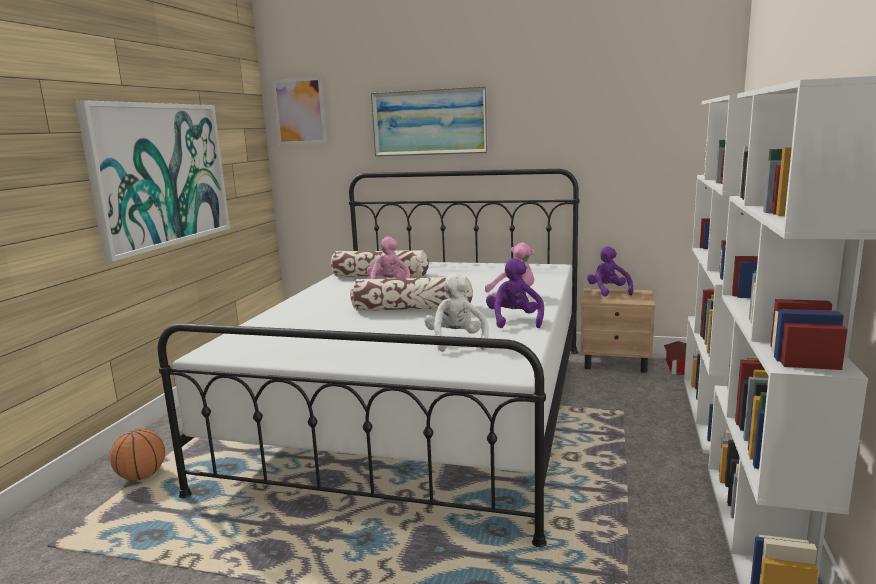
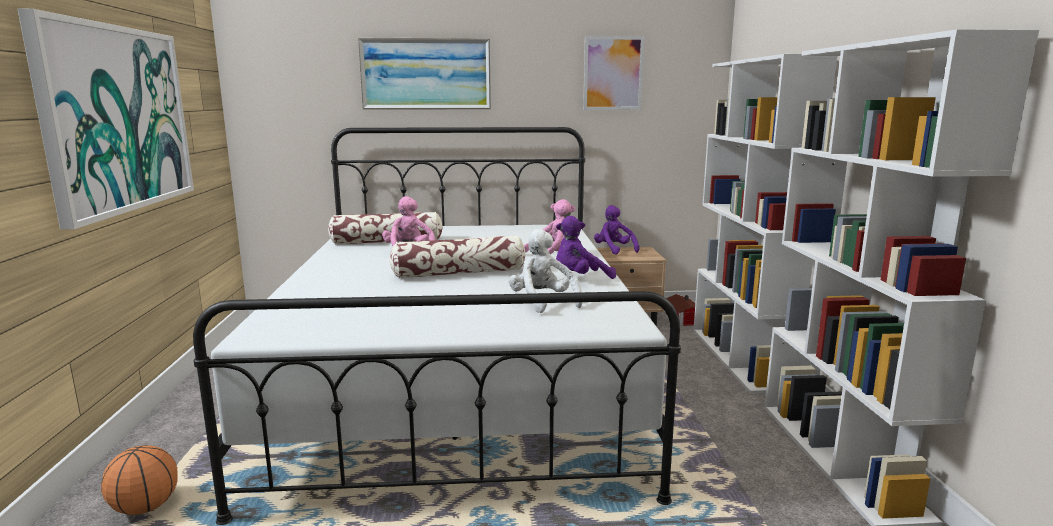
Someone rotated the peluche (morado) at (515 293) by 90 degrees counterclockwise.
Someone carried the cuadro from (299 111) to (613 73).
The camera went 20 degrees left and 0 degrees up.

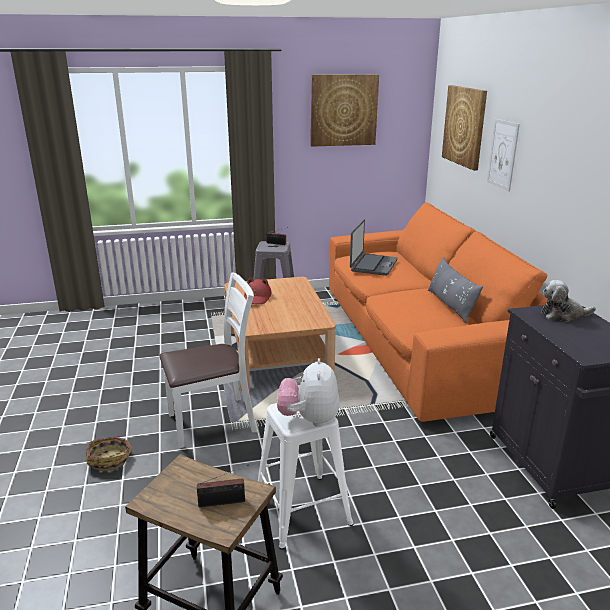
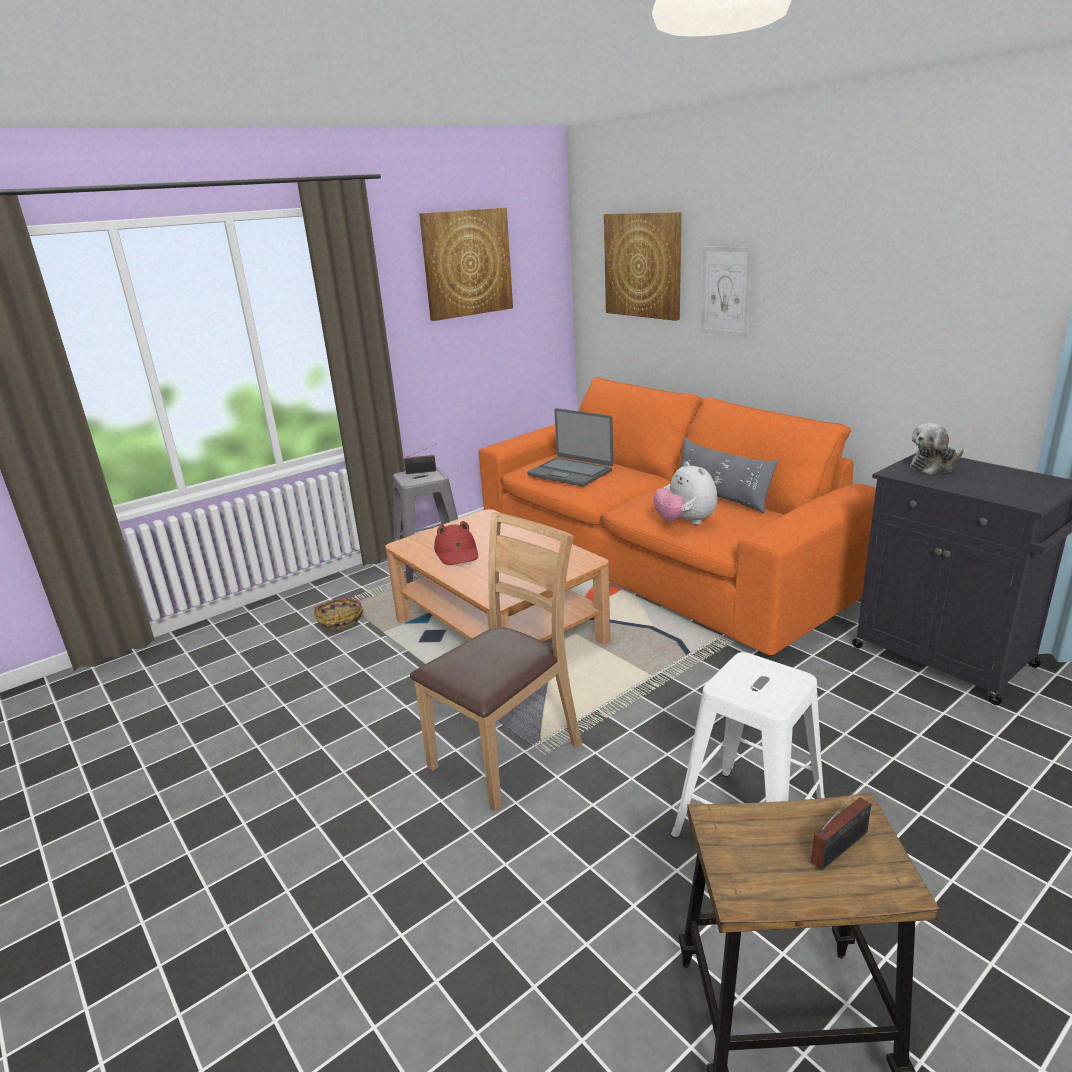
Someone carried the cesta from (108 454) to (338 614).
Someone repainted the silla (blanco) at (208 360), which became the silla (marrón) at (496 662).
Someone rotated the portátil at (374 247) by 135 degrees clockwise.
Someone carried the peluche from (308 392) to (685 493).
The camera went 25 degrees left and 0 degrees up.

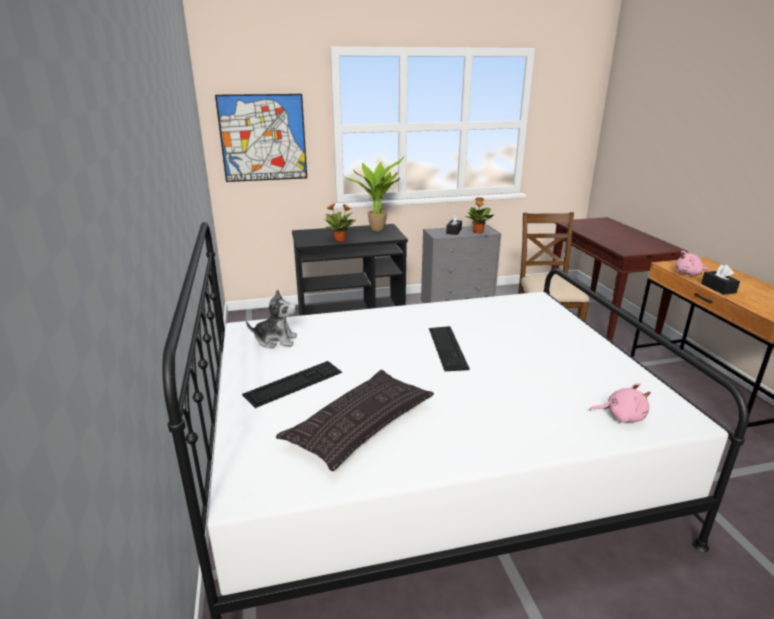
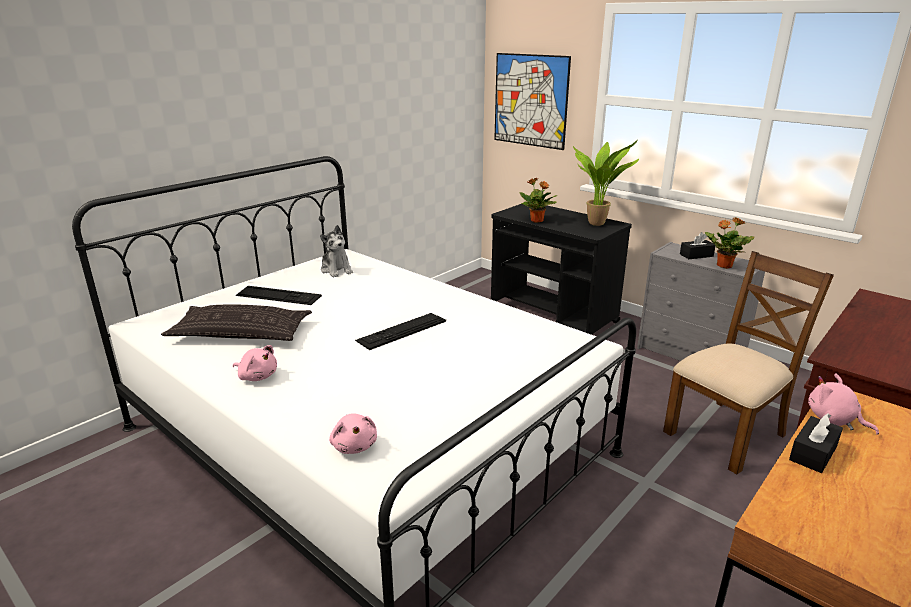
Someone put down the peluche (rosa) at (255 363).
The camera went 55 degrees right and 0 degrees up.

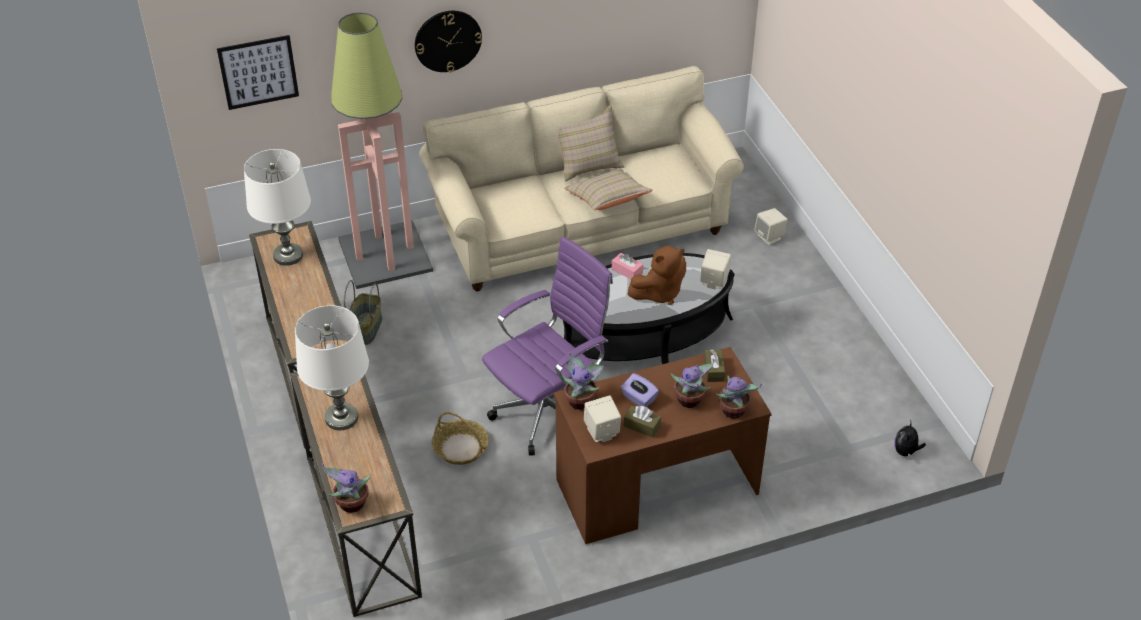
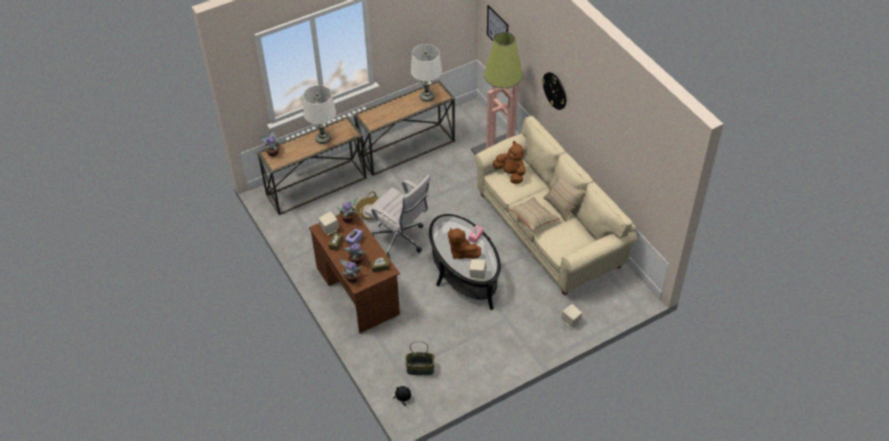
Someone repainted the silla de oficina (morado) at (547 346), which became the silla de oficina (blanco) at (398 217).
Someone carried the cesta from (363 312) to (419 358).
Someone put down the peluche (marrón) at (509 162).
The camera went 80 degrees right and 5 degrees up.

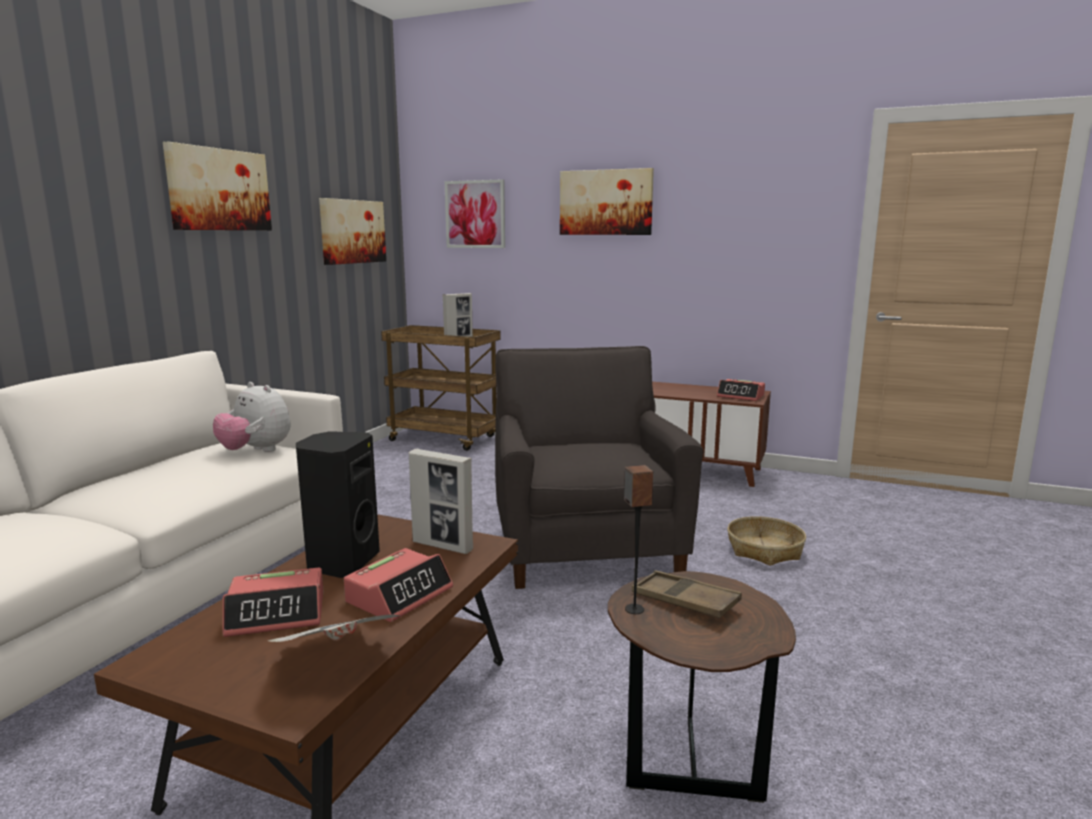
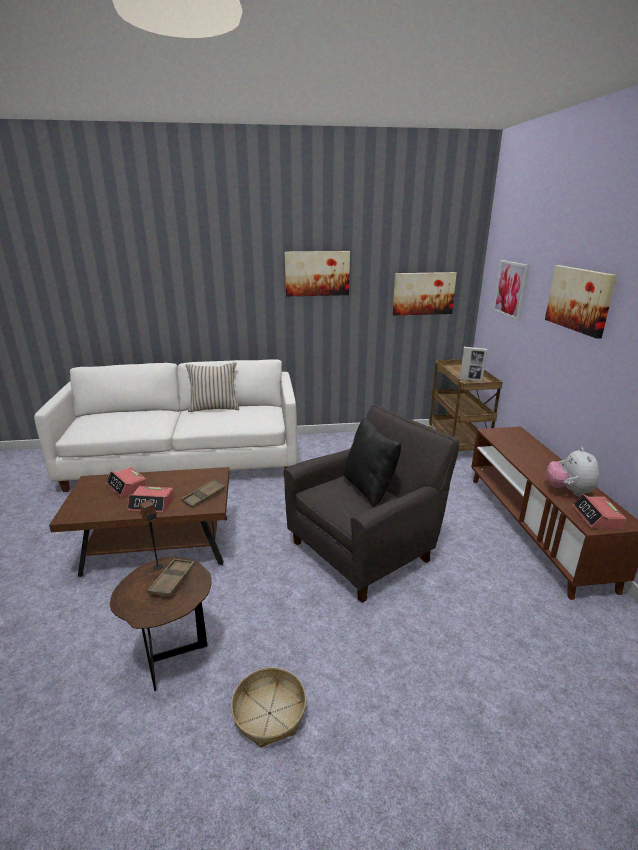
Someone swapped the portarretratos at (441 501) for the bandeja (marrón) at (203 494).
Someone put down the cojín (beis) at (212 387).
Someone carried the cesta from (766 541) to (268 707).
Someone put down the cojín (negro) at (372 462).
Someone carried the peluche from (252 417) to (572 471).
Someone took away the periódico at (334 628).
Someone took away the altavoz (negro) at (338 504).
The camera went 60 degrees right and 10 degrees up.

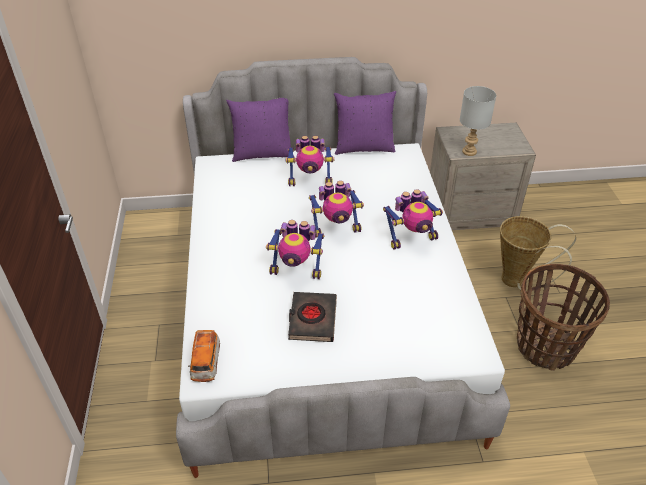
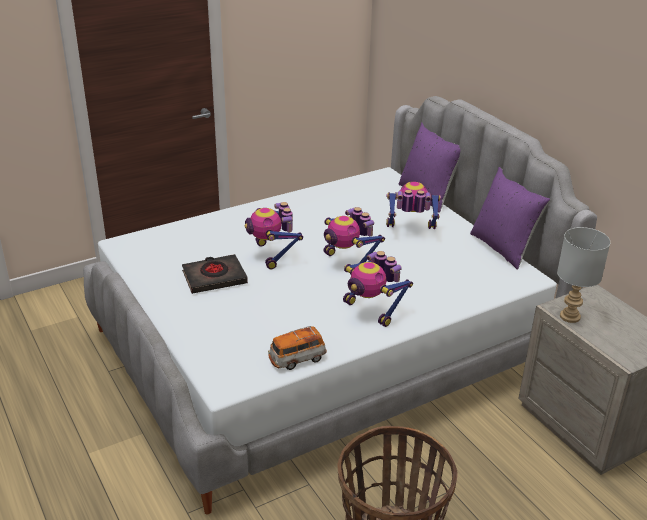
Someone carried the coche de juguete from (204 356) to (297 348).
Someone rotated the robot de juguete at (309 161) by 120 degrees clockwise.
Someone took away the cesta at (538 253).
The camera went 65 degrees right and 10 degrees down.

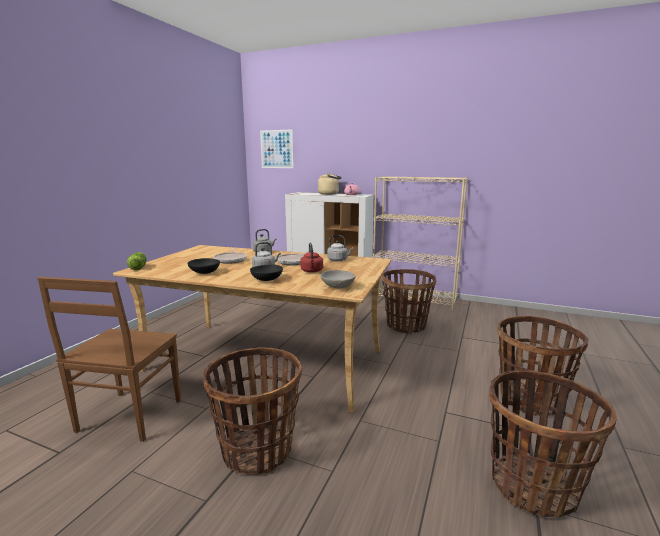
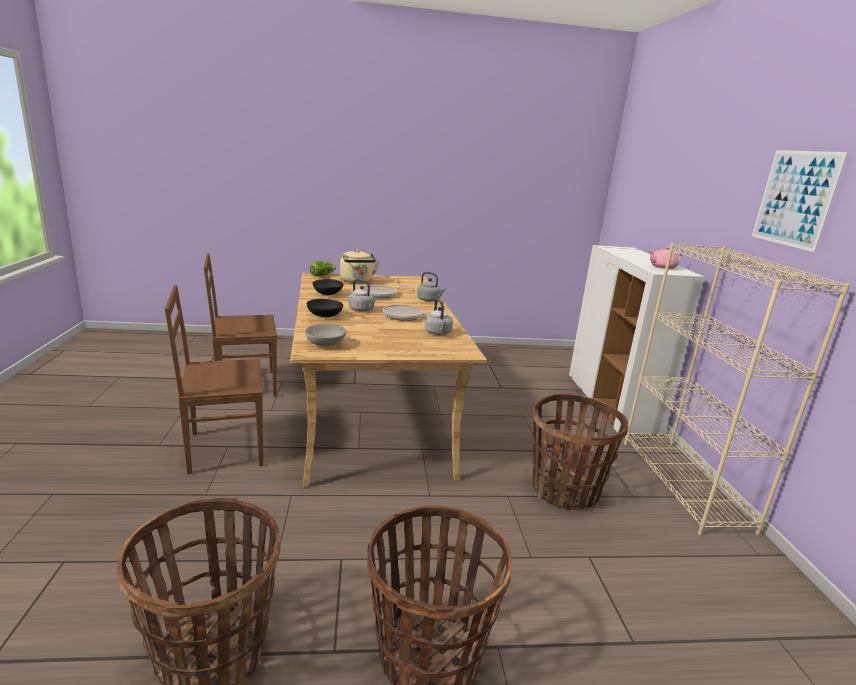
Someone swapped the cesta at (252 411) for the silla (marrón) at (214 379).
Someone carried the hervidor (beis) from (330 184) to (360 267).
Someone carried the cuadro from (277 148) to (800 201).
Someone took away the hervidor (rojo) at (311 258).
The camera went 60 degrees right and 5 degrees up.

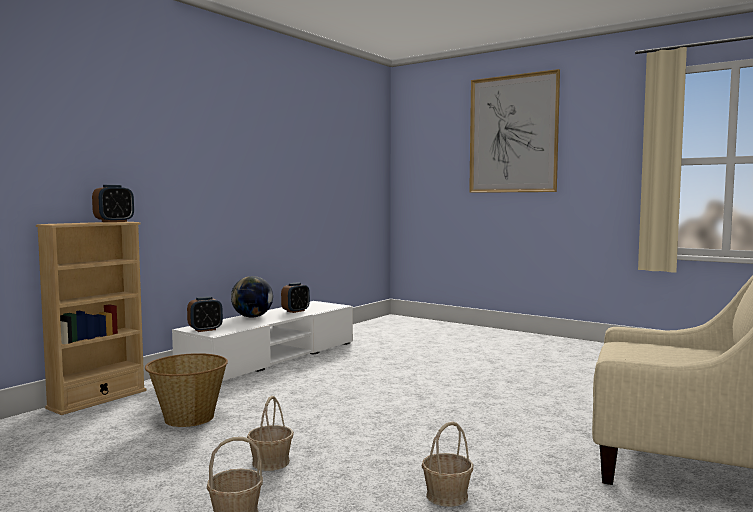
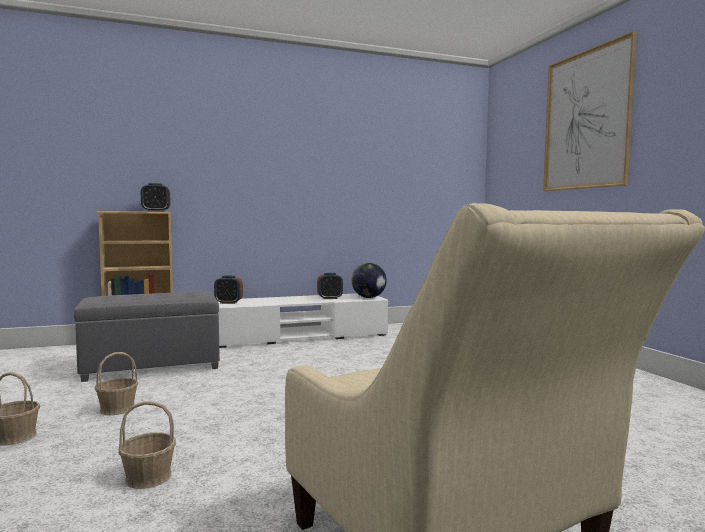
Someone swapped the cesta at (186 390) for the puf (gris) at (147 337).
Someone carried the globo terráqueo from (252 297) to (369 280).
The camera went 35 degrees right and 0 degrees up.

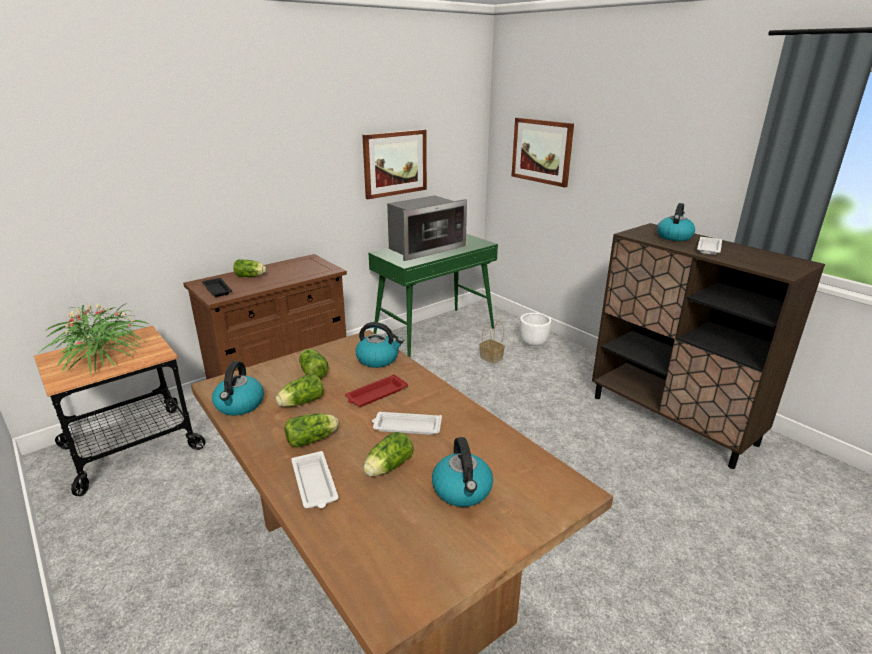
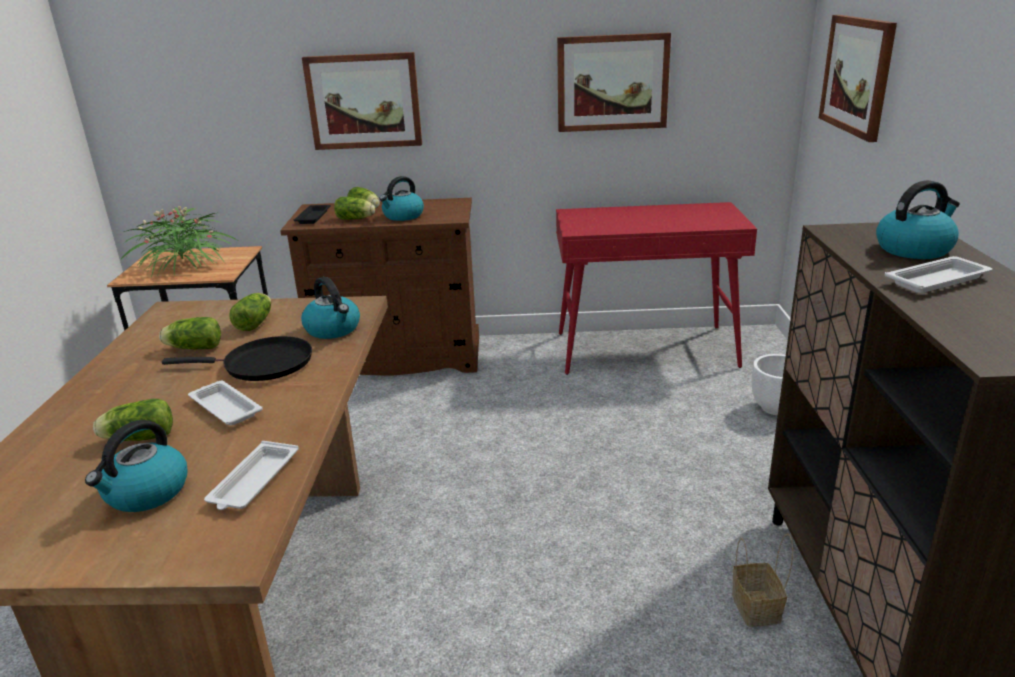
Someone swapped the bandeja (rojo) at (376 390) for the sartén (negro) at (237 358).
Someone carried the bandeja (blanco) from (314 479) to (251 475).
Someone put up the cuadro at (362 101).
Someone carried the lechuga from (311 430) to (354 208).
Someone carried the hervidor from (238 388) to (401 198).
Someone repainted the mesa consola (verde) at (433 296), which became the mesa consola (rojo) at (656 288).
Someone carried the cesta from (492 342) to (762 580).
Someone took away the microondas at (427 228).
The camera went 40 degrees right and 0 degrees up.

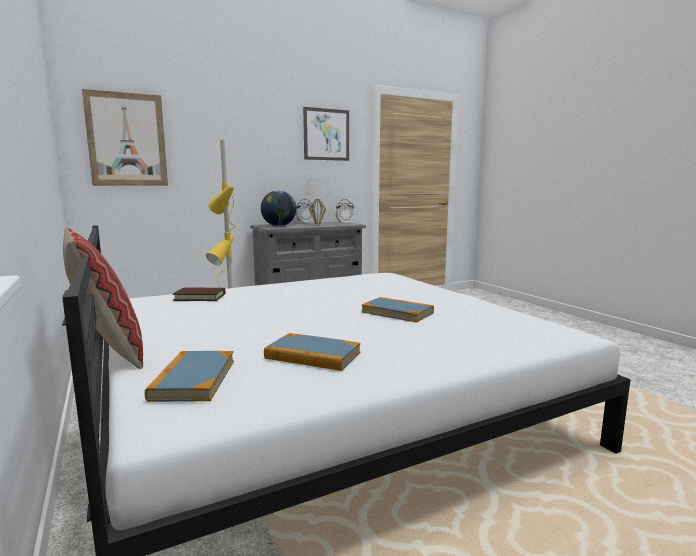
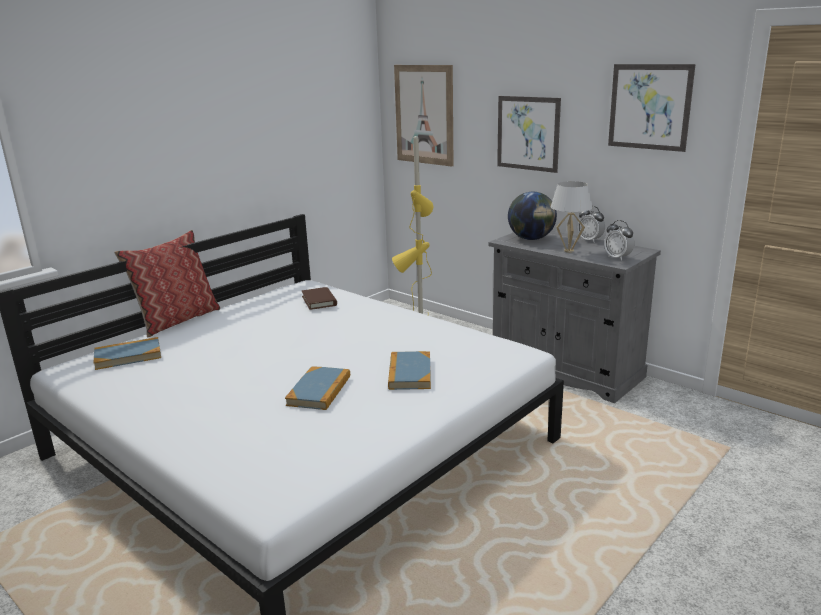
Someone carried the libro from (312 352) to (409 370).
Someone put up the cuadro at (529 134).
The camera went 70 degrees right and 10 degrees up.

